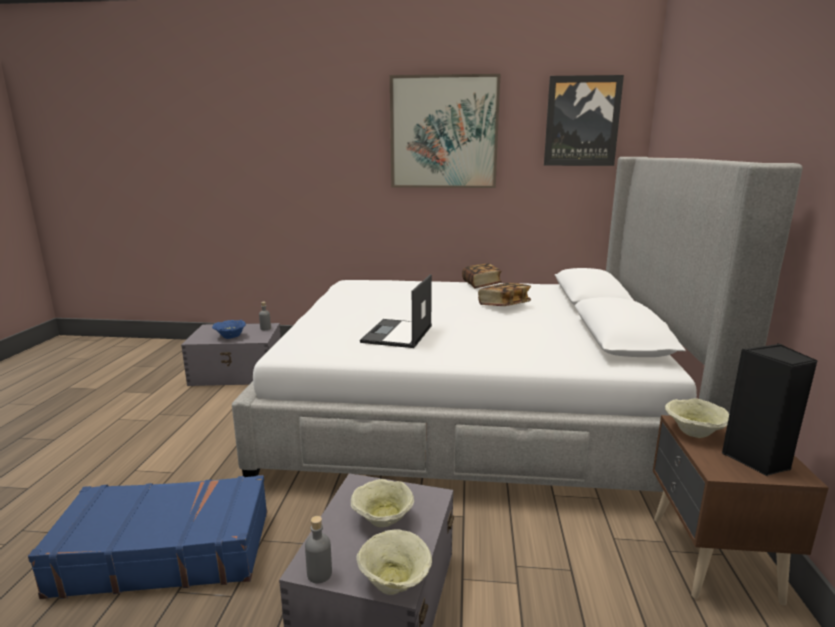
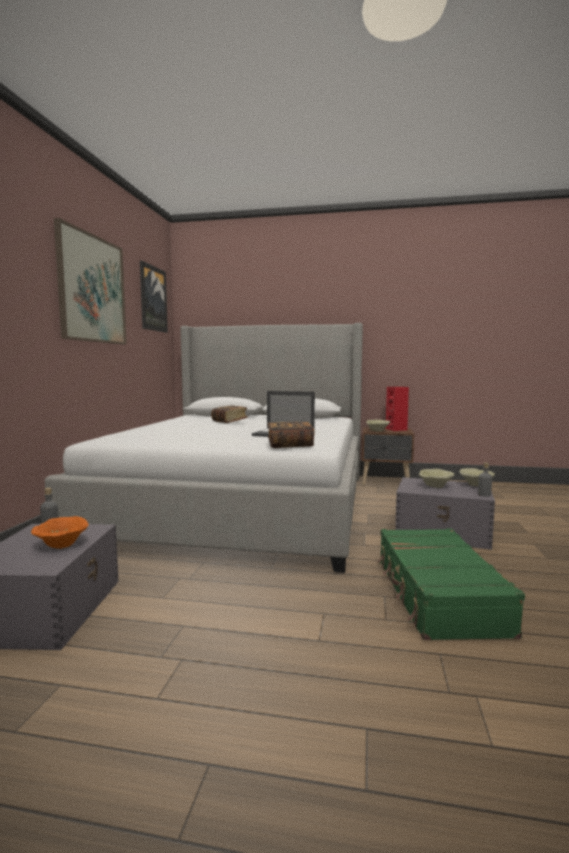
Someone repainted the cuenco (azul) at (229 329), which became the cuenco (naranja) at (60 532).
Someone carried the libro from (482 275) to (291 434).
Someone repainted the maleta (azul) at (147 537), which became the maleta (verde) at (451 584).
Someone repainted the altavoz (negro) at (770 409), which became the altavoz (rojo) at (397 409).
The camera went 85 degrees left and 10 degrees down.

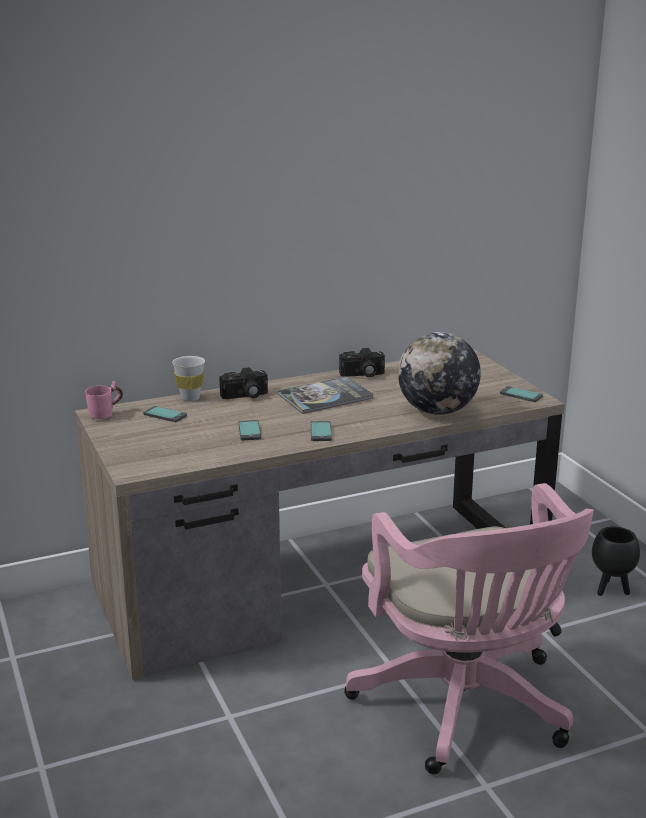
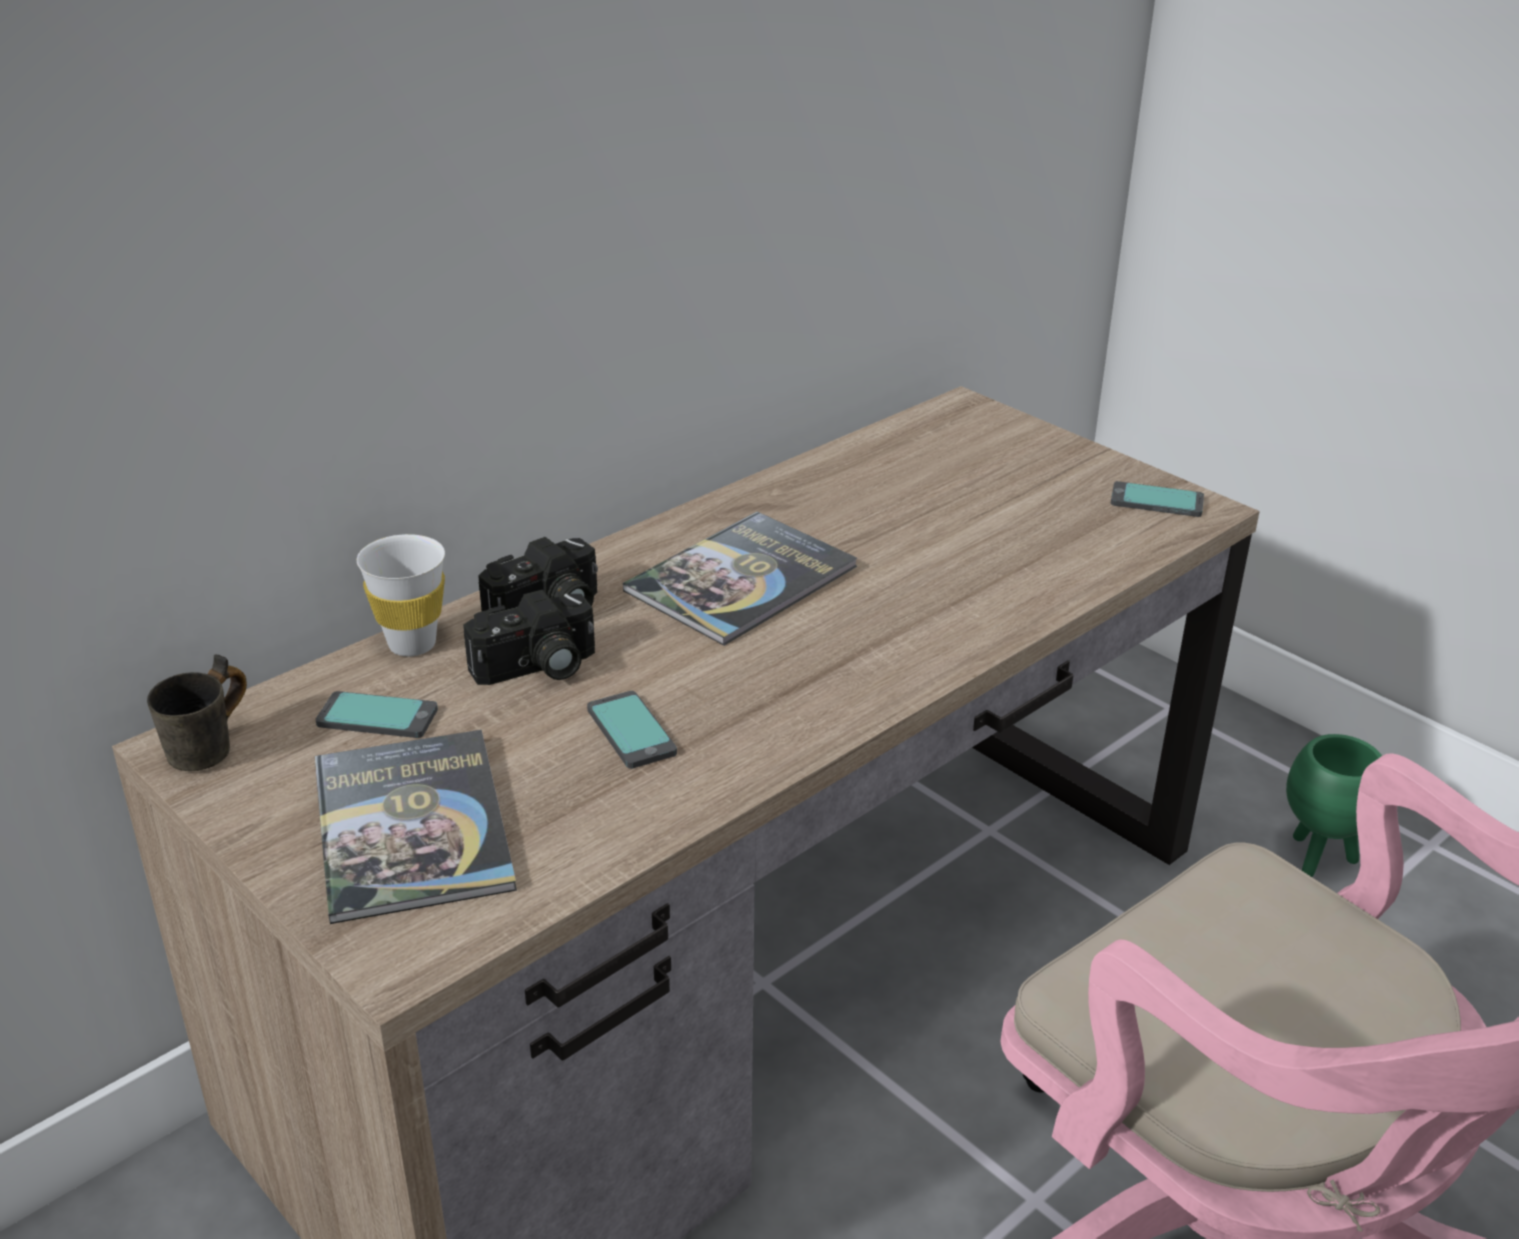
Someone repainted the taza grande (rosa) at (104 400), which became the taza grande (gris) at (197 712).
Someone put down the libro at (416 827).
Someone carried the cámara from (362 362) to (529 637).
Someone repainted the maceta (negro) at (616 561), which became the maceta (verde) at (1334 805).
Someone took away the móvil at (321 431).
Someone took away the globo terráqueo at (439 373).
The camera went 20 degrees left and 10 degrees up.

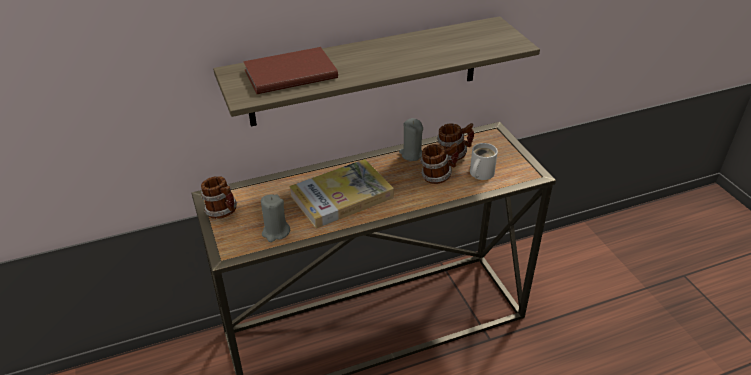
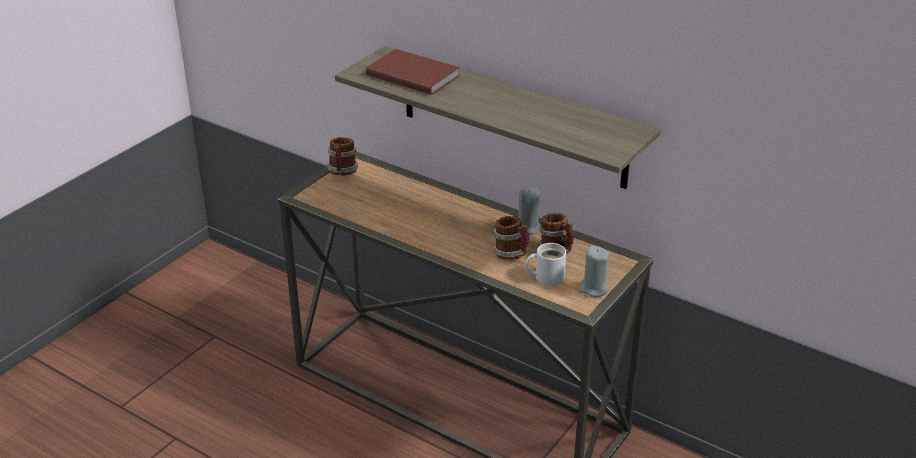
Someone carried the vela (gris) from (275 218) to (594 271).
Someone took away the libro at (341 193).
The camera went 55 degrees right and 5 degrees down.

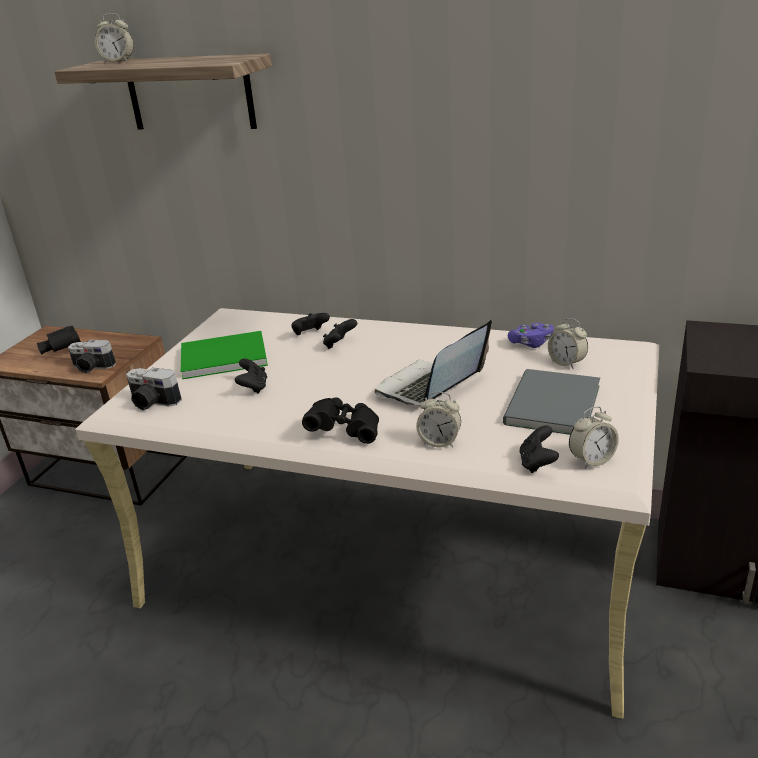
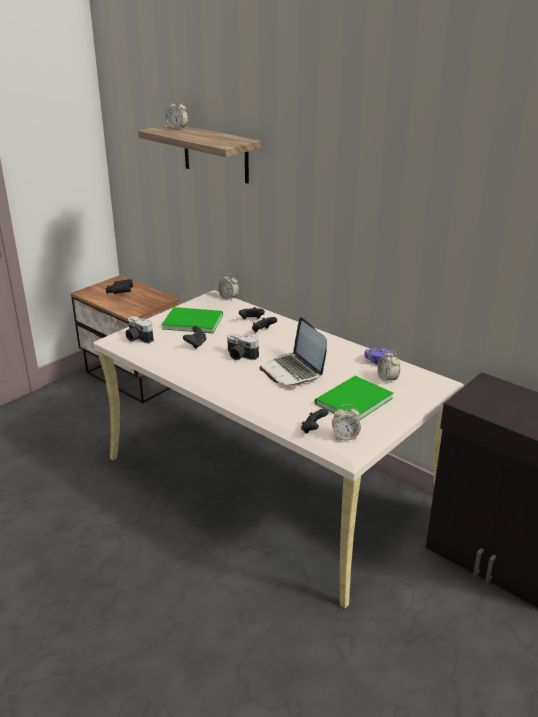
Someone carried the despertador from (438 420) to (228 286).
Someone carried the cámara from (92 356) to (243 347).
Someone rotated the portátil at (433 363) by 90 degrees counterclockwise.
Someone repainted the libro (gris) at (551 402), which became the libro (verde) at (354 398).
Someone took away the prismáticos (negro) at (340 420).
The camera went 20 degrees right and 0 degrees up.

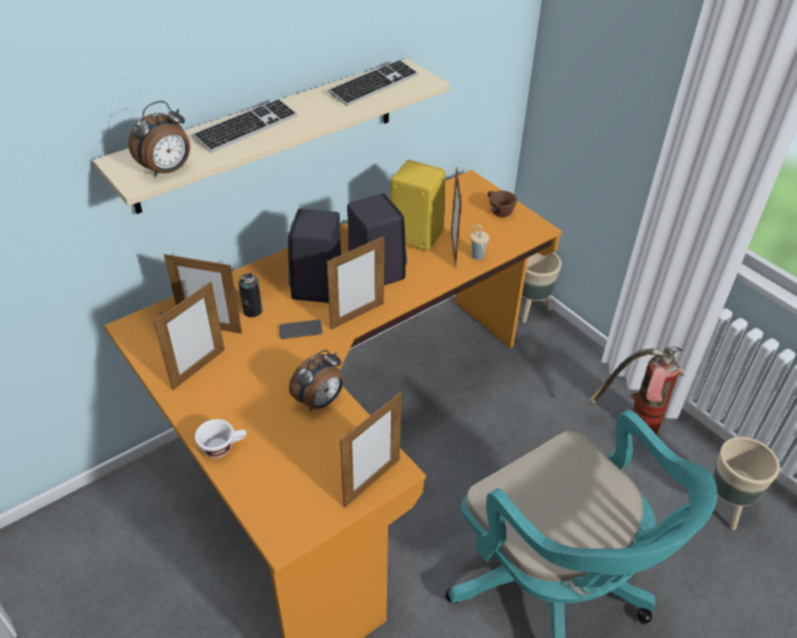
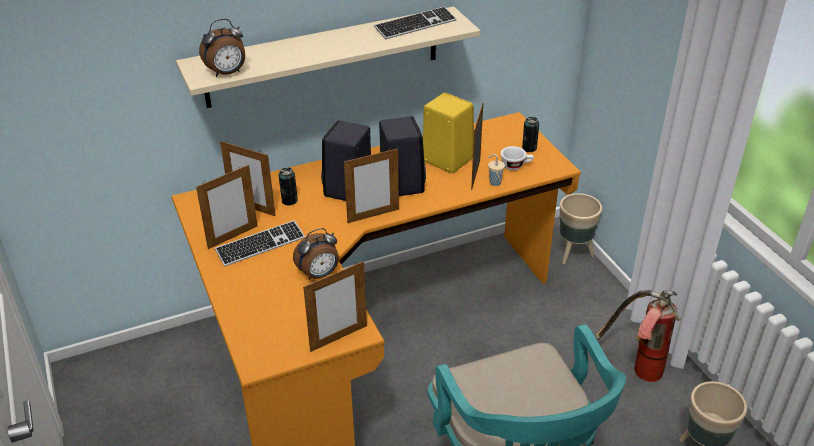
Someone carried the teclado from (245 125) to (260 243).
Someone carried the taza (blanco) from (220 438) to (517 158).
Someone swapped the taza (marrón) at (502 204) for the lata at (531 134).
Someone took away the móvil at (301 329).
The camera went 15 degrees right and 5 degrees down.

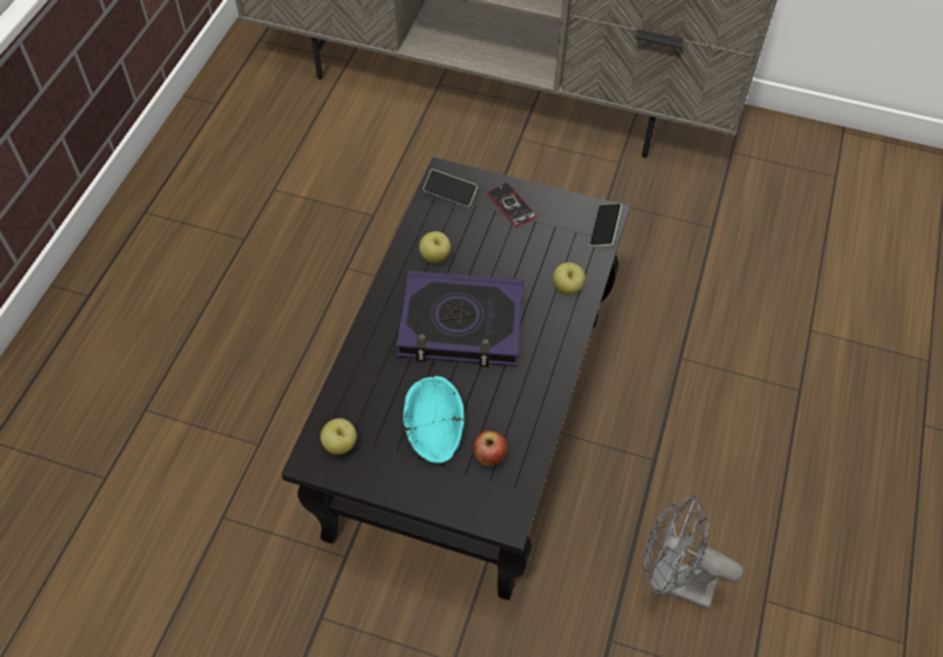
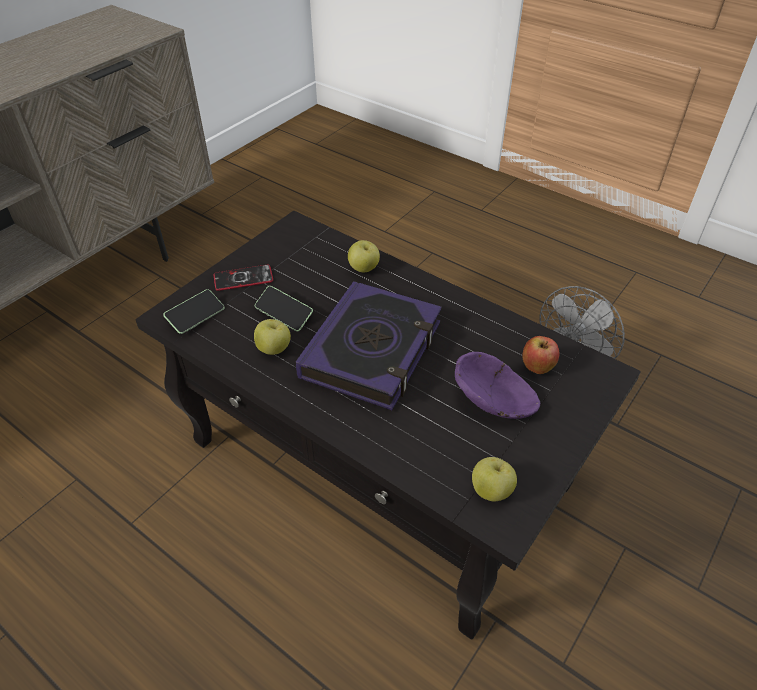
Someone carried the móvil from (605 225) to (284 308).
Someone repainted the cuenco (turquesa) at (433 419), which became the cuenco (morado) at (497 385).
The camera went 70 degrees left and 10 degrees down.

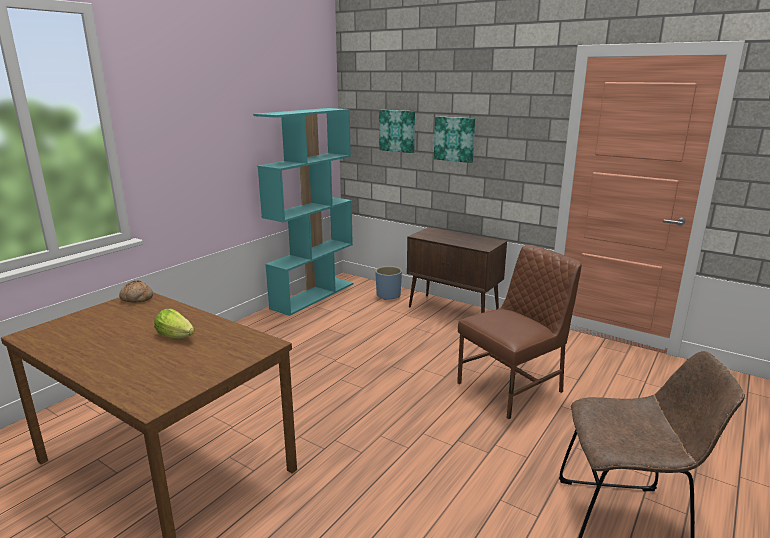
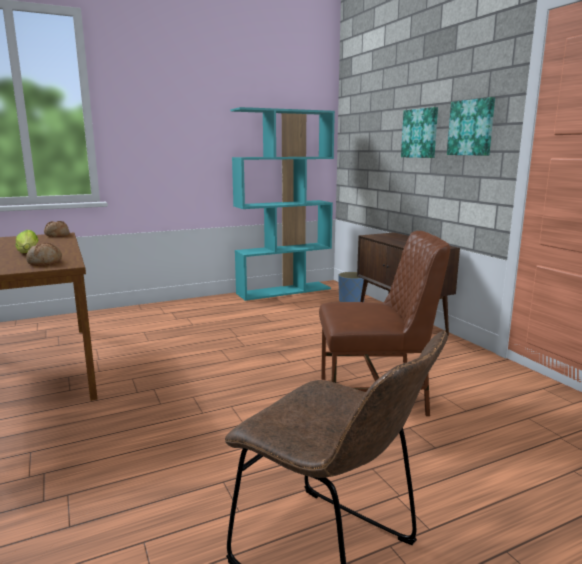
Someone put down the pan at (44 254).
Someone carried the cuadro from (397 131) to (471 126).
The camera went 30 degrees right and 5 degrees down.

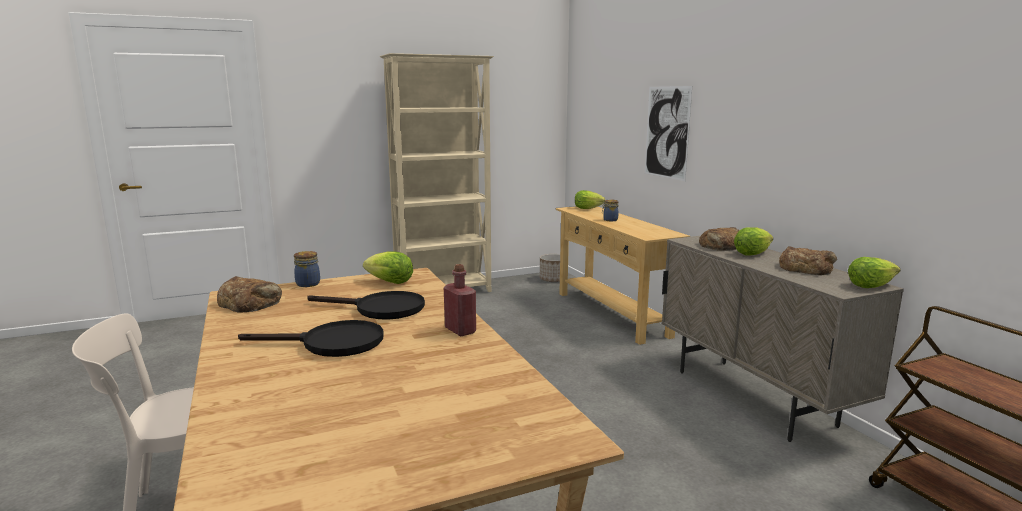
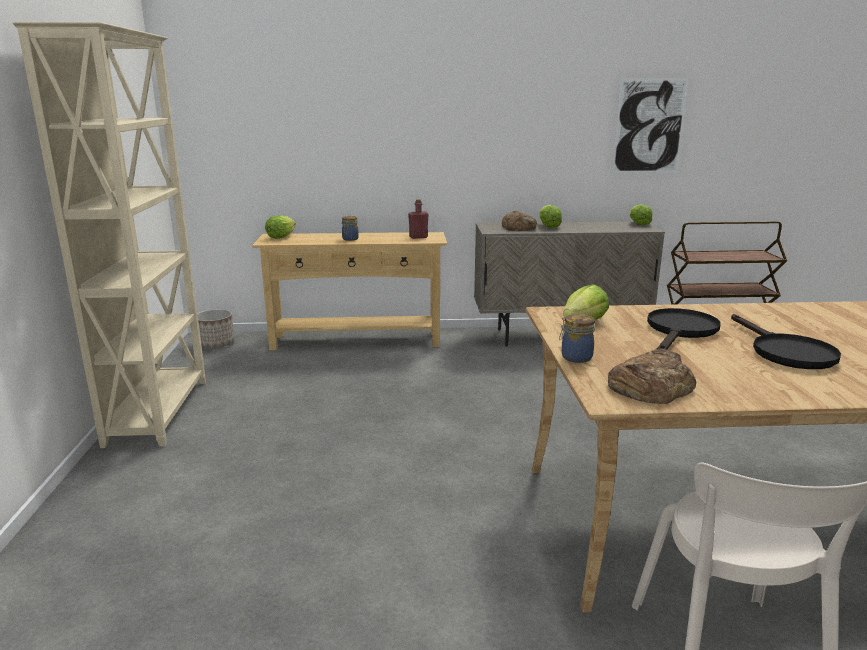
Someone carried the botella (rojo) from (460 300) to (418 219).
Someone carried the cuadro from (668 133) to (650 125).
Someone rotated the sartén (negro) at (311 338) by 150 degrees clockwise.
Someone took away the pan at (808 260).
The camera went 70 degrees left and 5 degrees up.

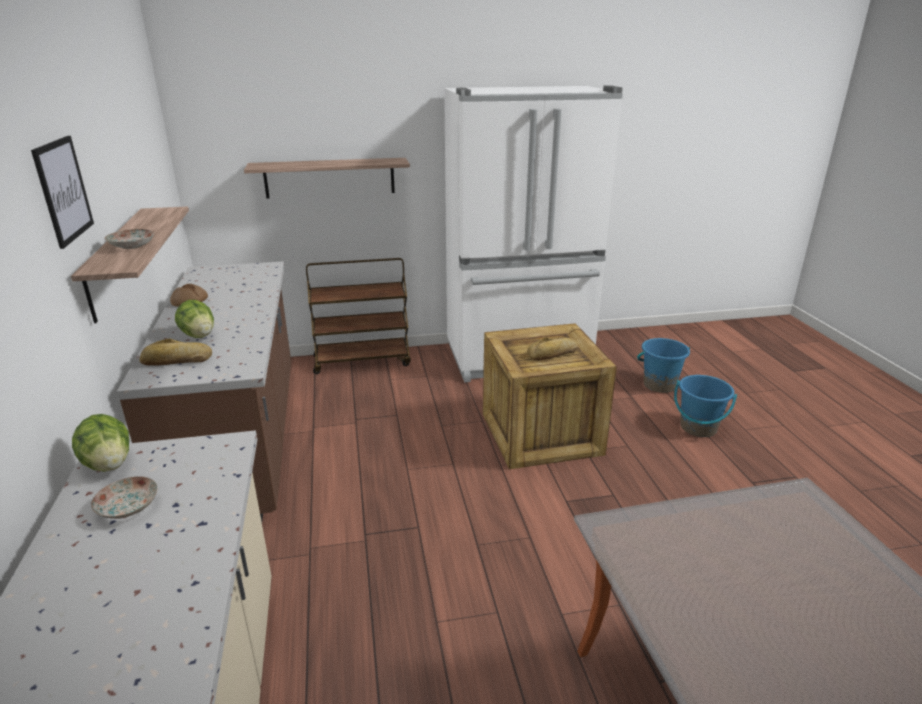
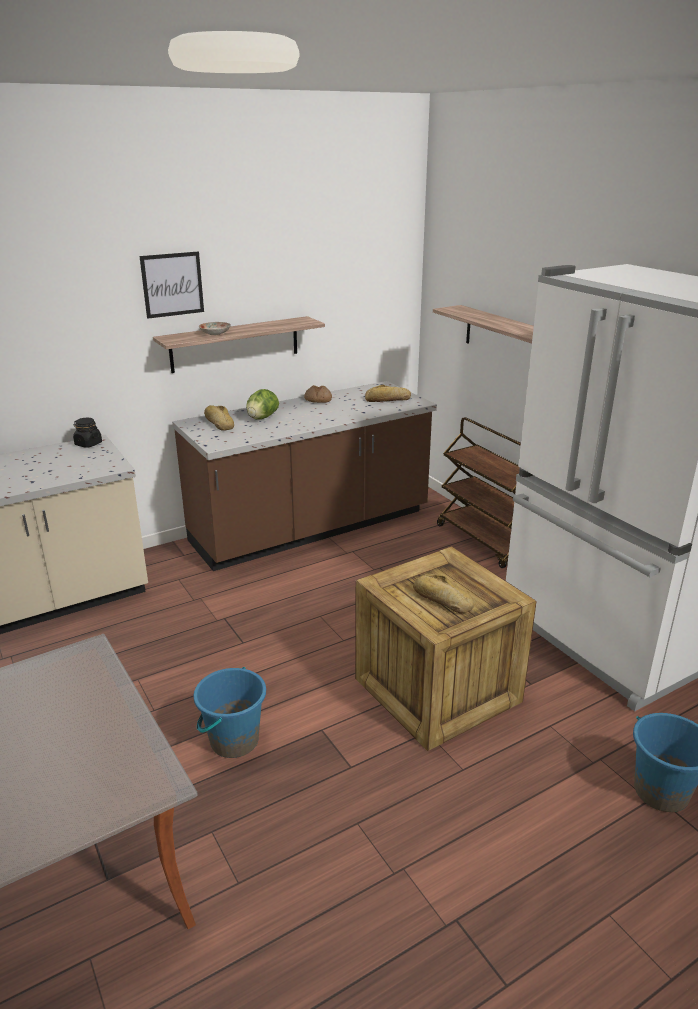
Someone swapped the lechuga at (100 443) for the tarro (negro) at (87 433).
Someone carried the cubo (azul) from (705 406) to (230 712).
Someone put down the pan at (388 393).
Someone took away the plato at (124 497).
The camera went 70 degrees right and 0 degrees up.

